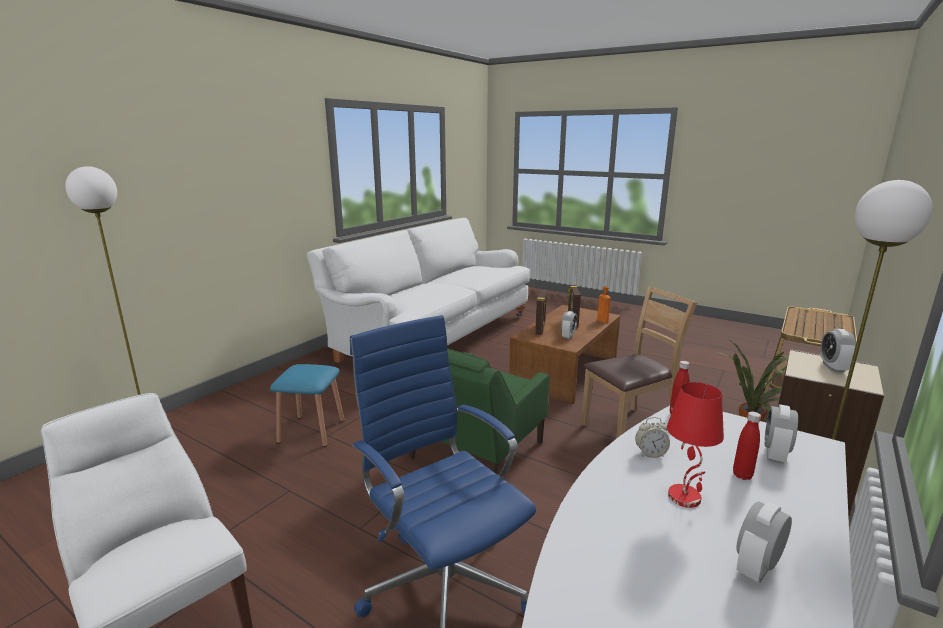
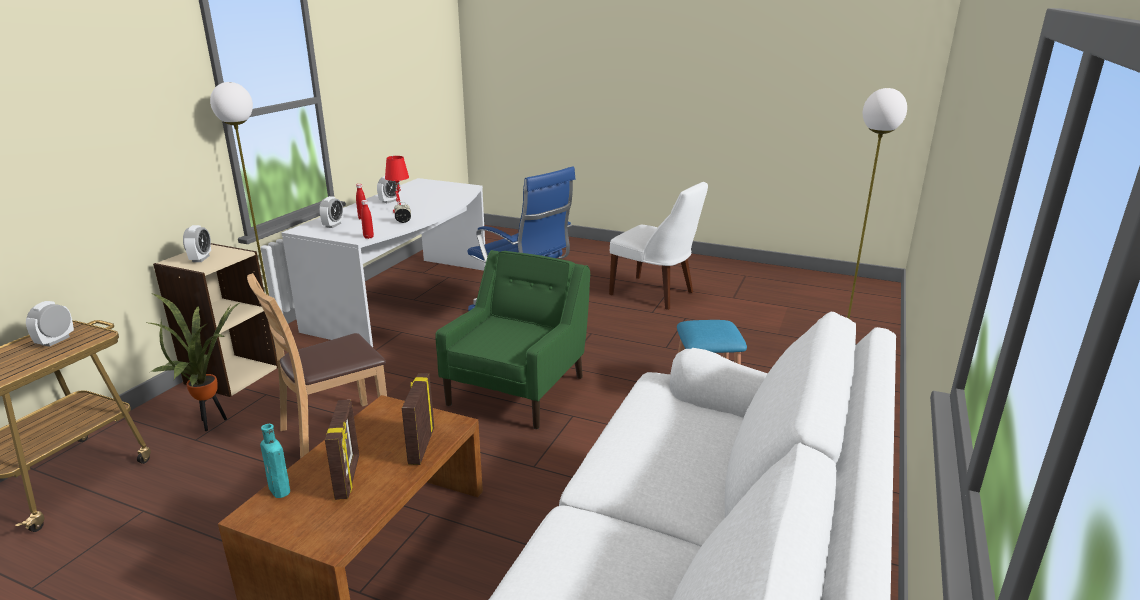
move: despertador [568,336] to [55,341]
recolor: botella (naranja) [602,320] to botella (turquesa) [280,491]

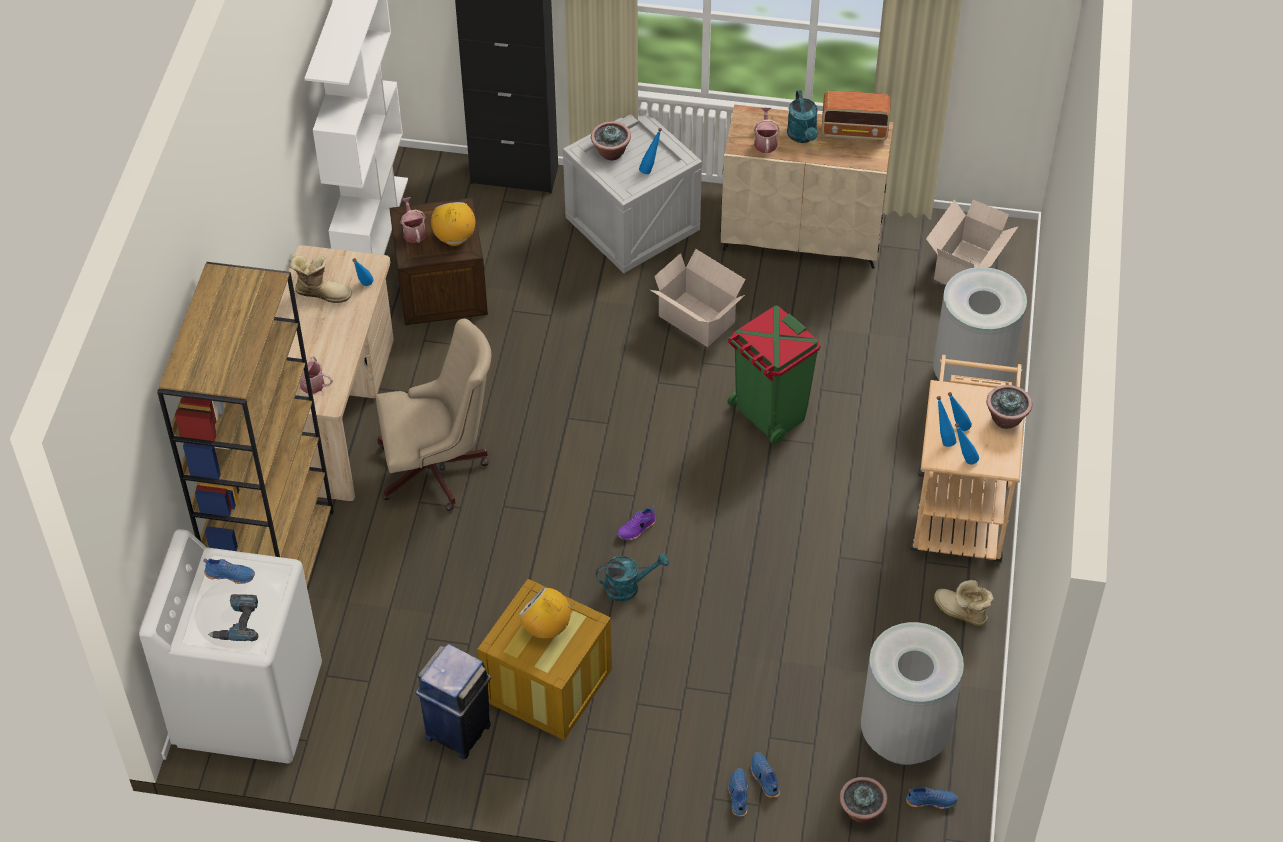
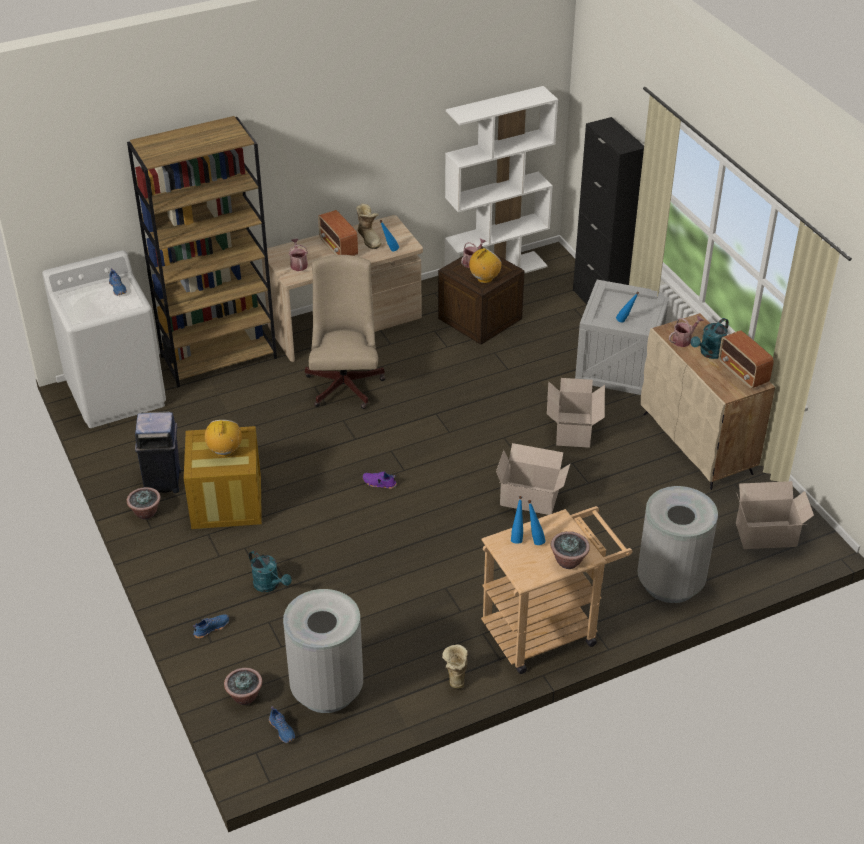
delete: taladro [237,622]; zapato (azul) [764,778]; botella (azul) [963,460]
insert: radio [338,248]
move: planta en maceta [611,153] to [146,513]; regadera (turquesa) [628,586] to [270,585]
replace: papelera (verde) [769,414] to caja de cartón [531,499]
rotate: silla de oficina (beis) [439,469] = [345,382] 135 degrees counterclockwise

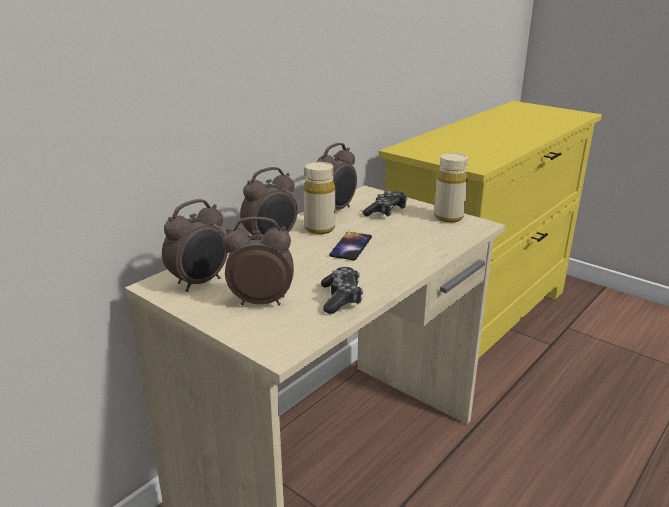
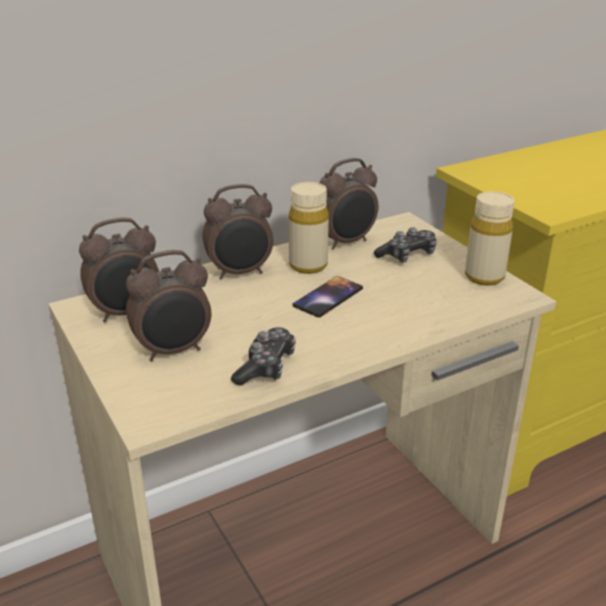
rotate: despertador [261,301] = [174,351] 135 degrees clockwise

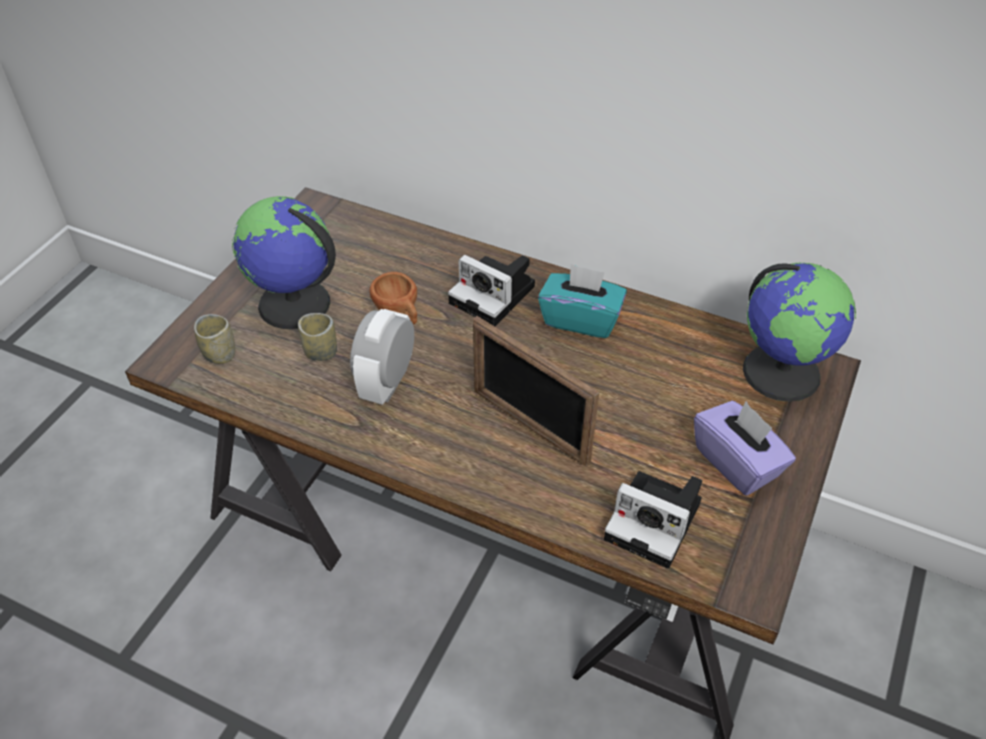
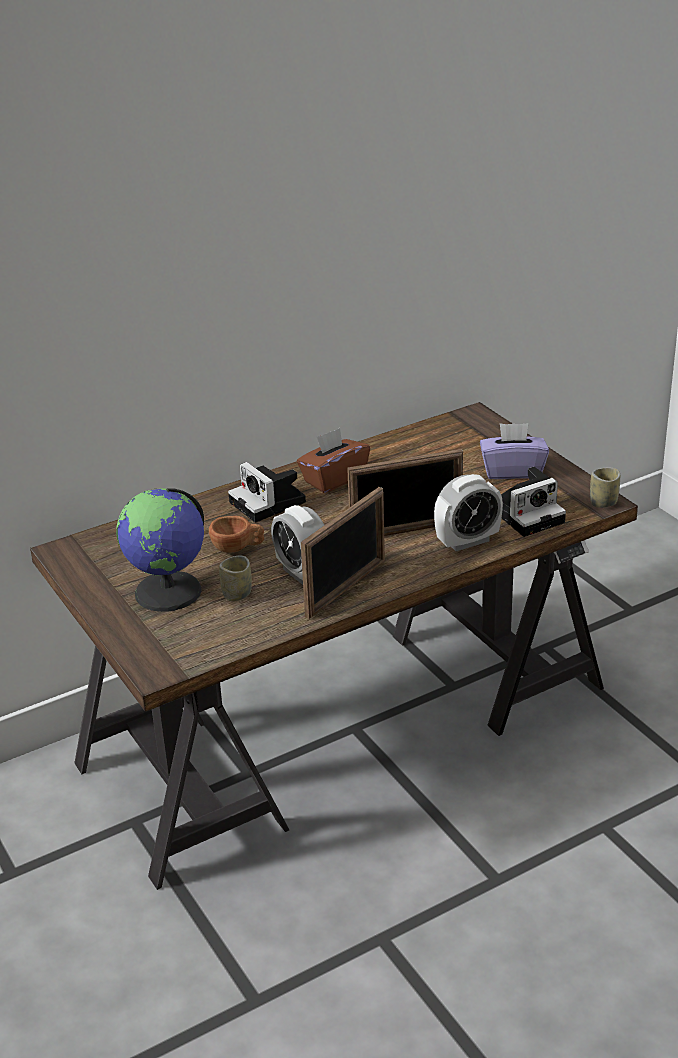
delete: globo terráqueo [782,371]
insert: portarretratos [346,588]; despertador [467,541]
move: taza [220,354] to [603,502]
recolor: caja de pañuelos (turquesa) [580,319] to caja de pañuelos (marrón) [333,479]
rotate: cámara [495,295] = [270,503] 75 degrees clockwise

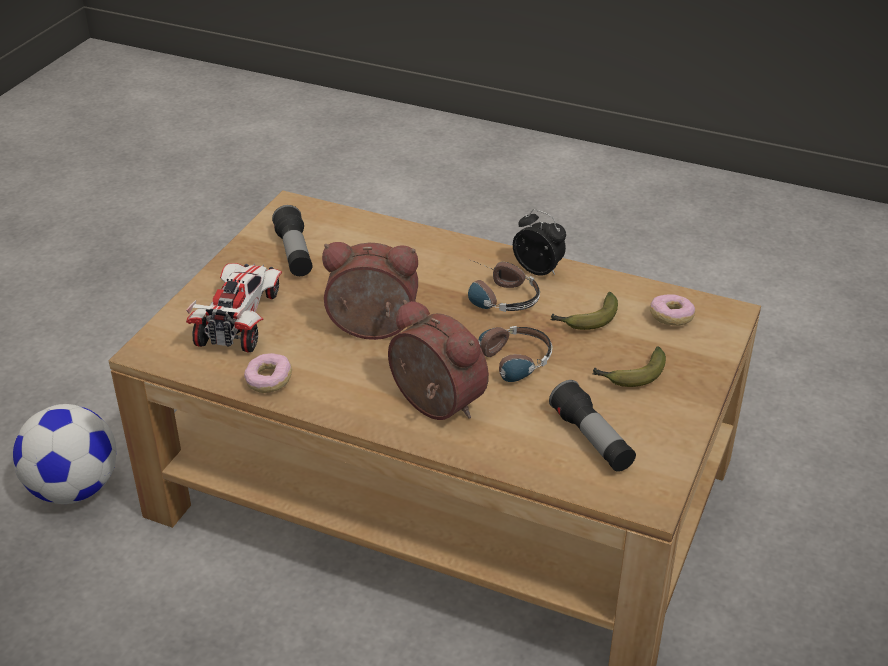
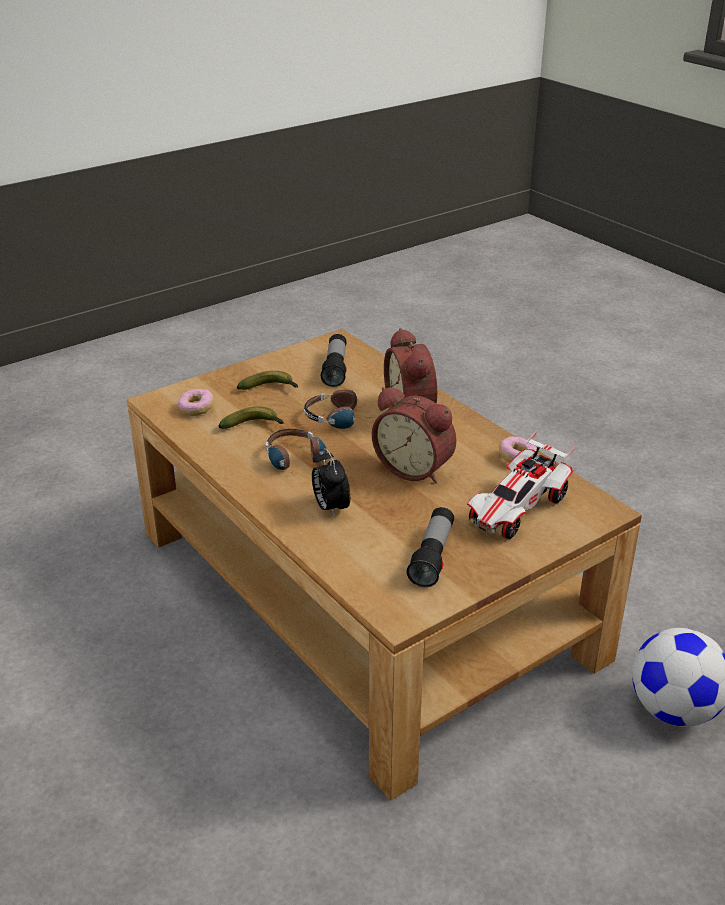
move: despertador [539,270] to [330,508]

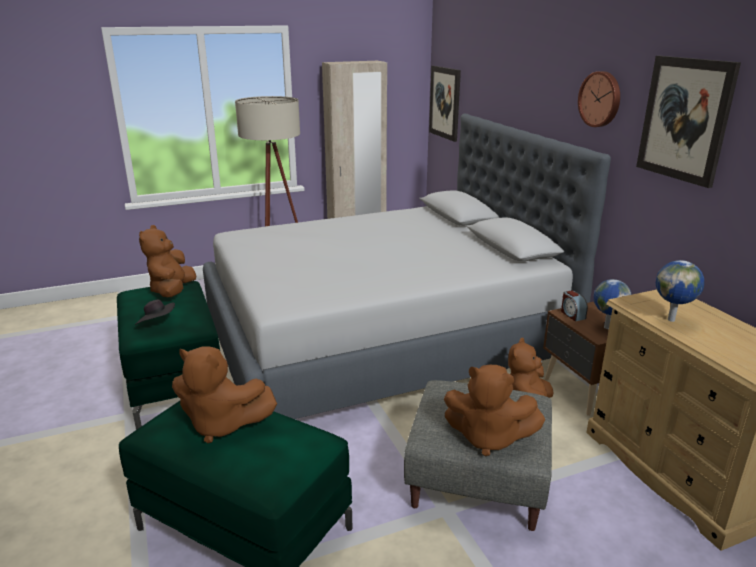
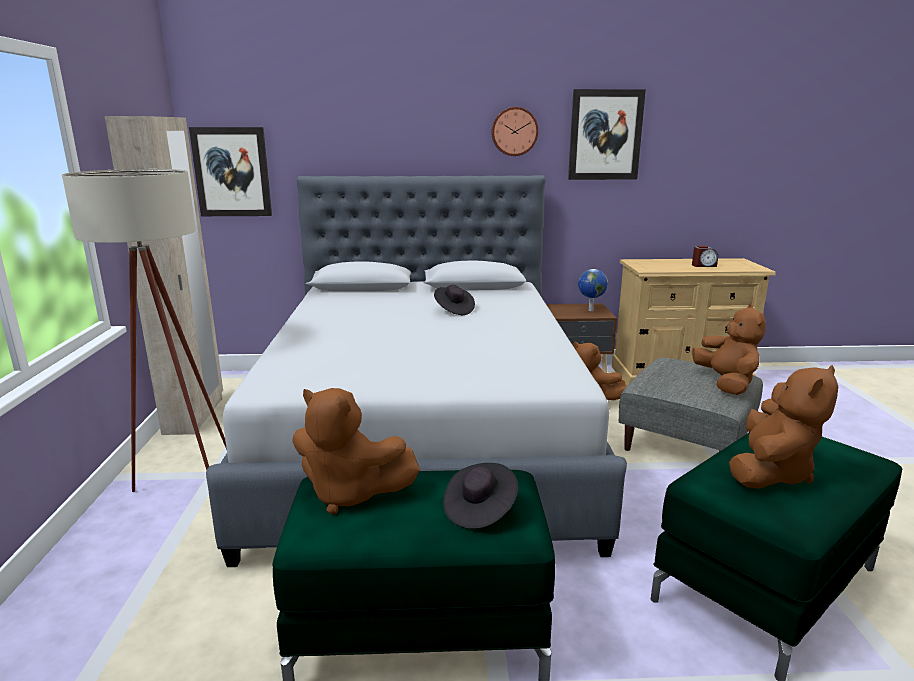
delete: globo terráqueo [672,319]
insert: sombrero (negro) [453,310]
move: despertador [572,315] to [703,265]
rotate: peluche (marrón) [488,438] = [726,383] 45 degrees counterclockwise

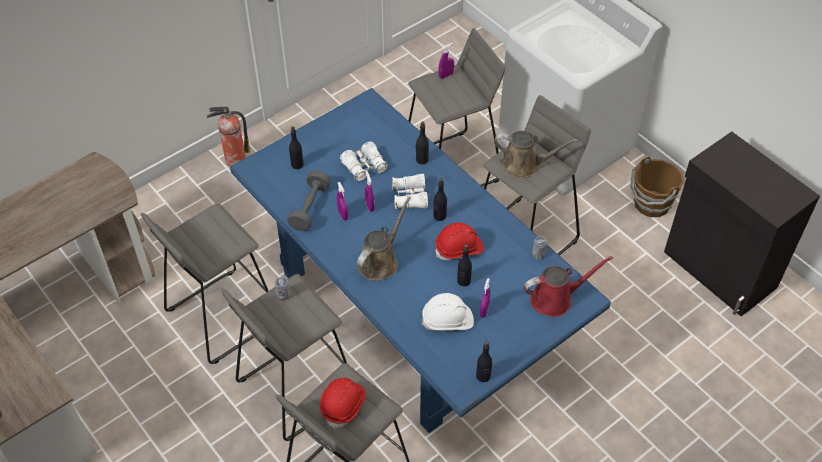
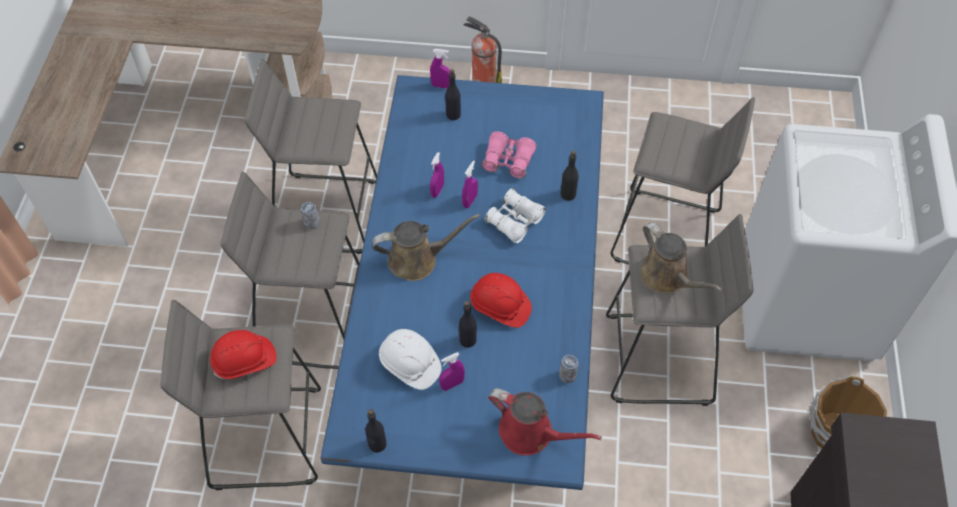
delete: mancuerna (gris) [310,208]; botella (negro) [439,216]
move: pulverizador (morado) [446,75] to [441,86]
recolor: prismáticos (blanco) [364,166] to prismáticos (rosa) [508,160]

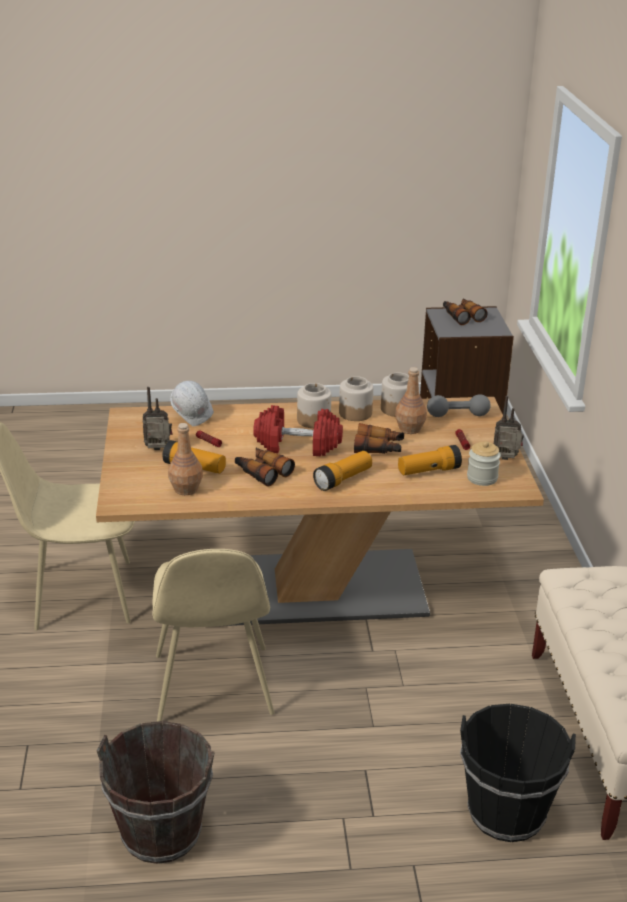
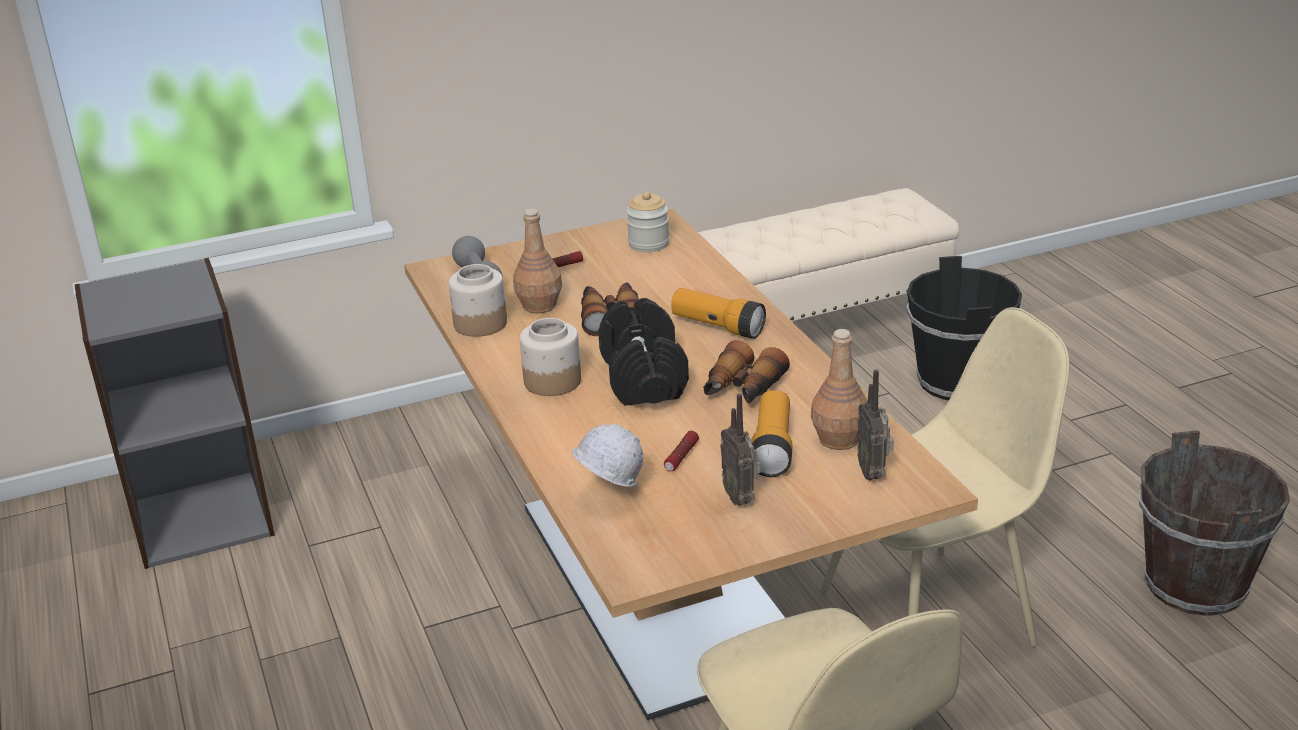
delete: tarro [355,413]; linterna [428,471]; prismáticos [462,316]
move: radio [506,460] to [873,473]
recolor: mancuerna (rojo) [297,446] to mancuerna (negro) [644,378]

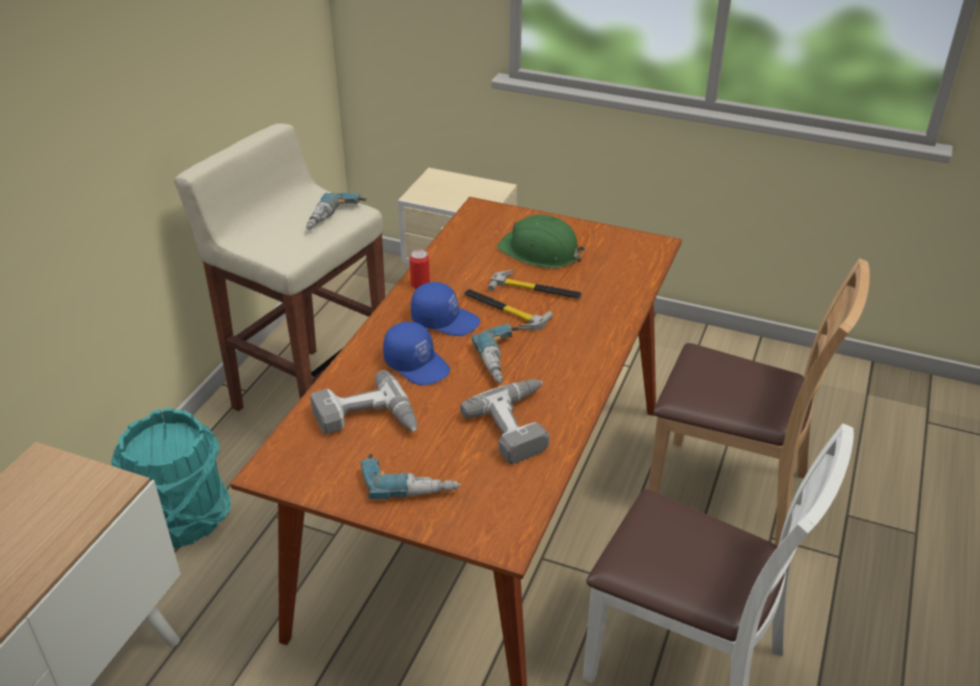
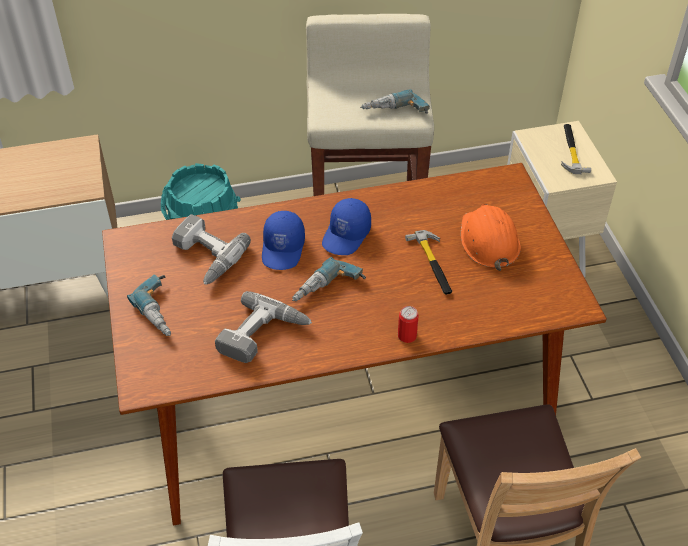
move: lata [420,284] to [407,336]; martillo [504,311] to [571,150]
recolor: casco (verde) [540,251] to casco (naranja) [488,241]
rotate: gorra (azul) [445,320] = [347,235] 45 degrees clockwise

